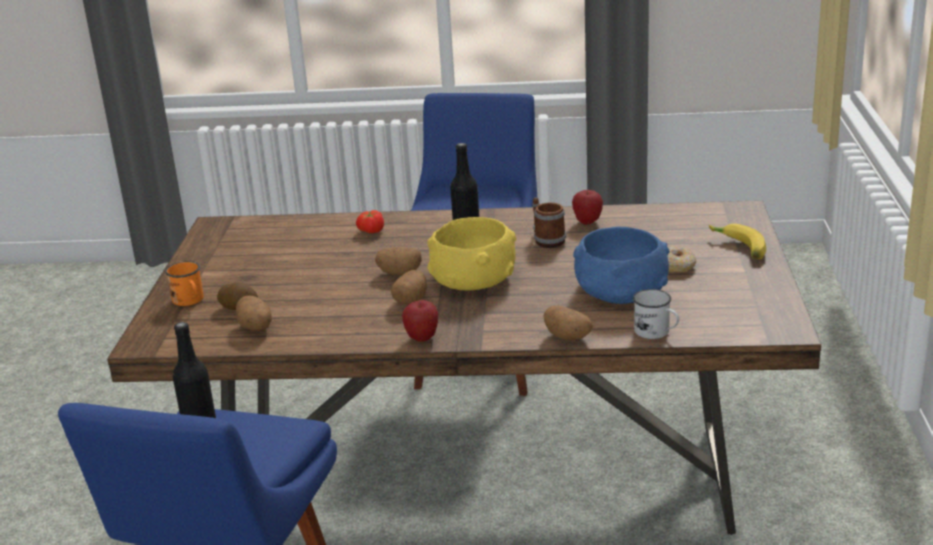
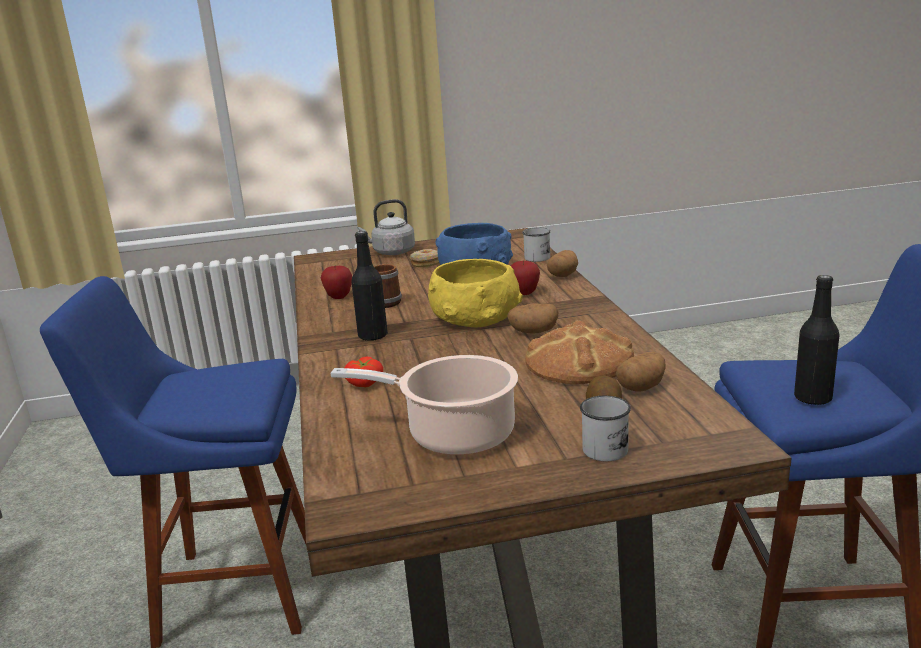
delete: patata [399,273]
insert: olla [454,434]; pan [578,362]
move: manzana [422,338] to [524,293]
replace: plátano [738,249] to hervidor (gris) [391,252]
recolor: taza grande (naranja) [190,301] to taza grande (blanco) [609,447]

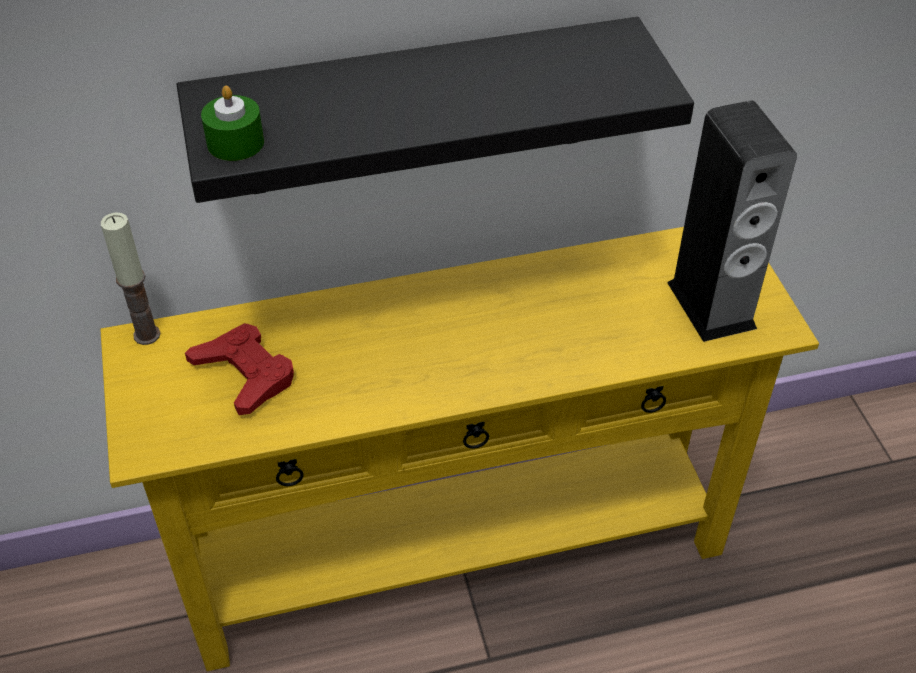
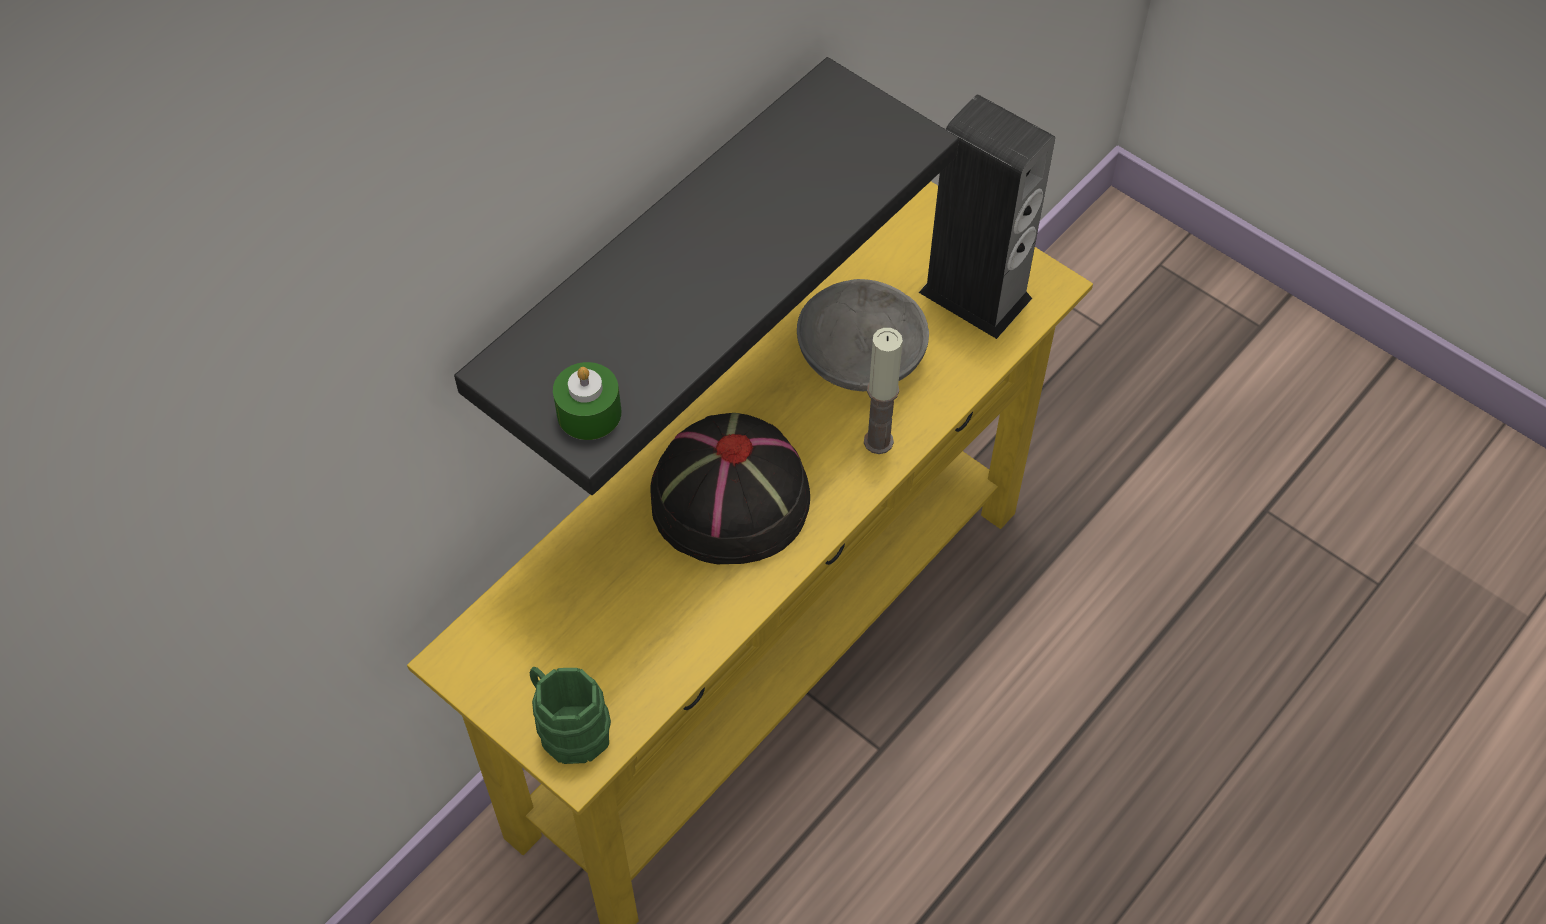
delete: mando de consola (rojo) [245,374]
insert: taza grande (verde) [568,726]; sombrero (negro) [729,498]; cuenco (gris) [859,357]
move: vela [147,335] to [878,441]

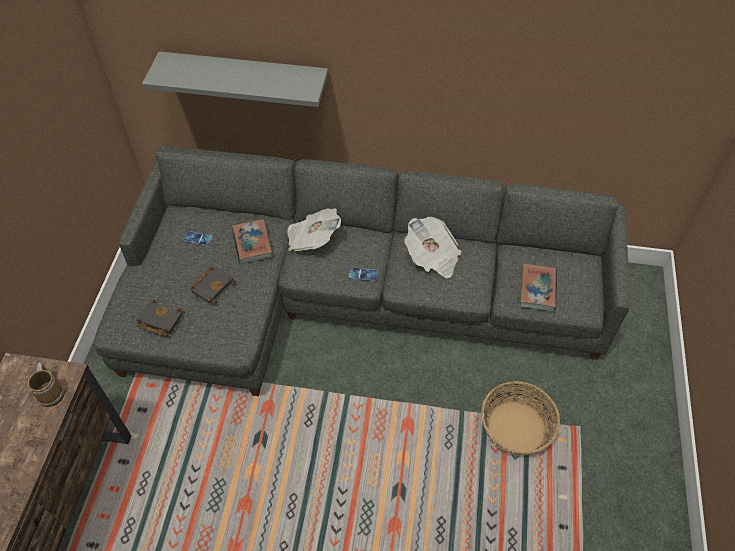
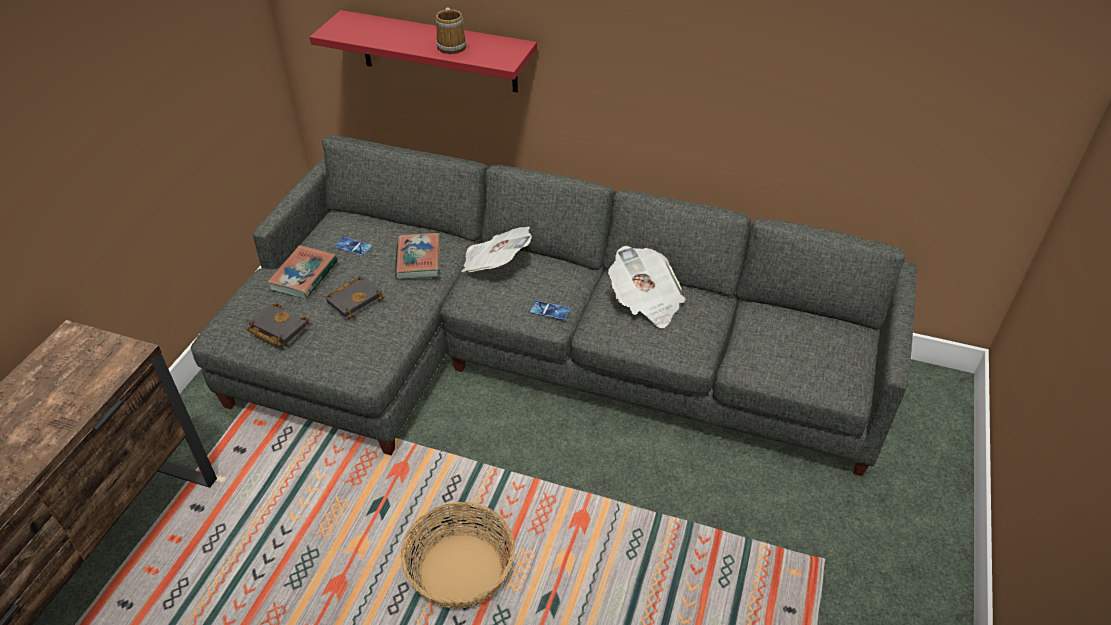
move: libro [537,289] to [304,276]; cesta [516,428] to [461,571]; taza grande [51,392] to [452,46]
recolor: estante (gris) [245,78] to estante (rojo) [438,52]

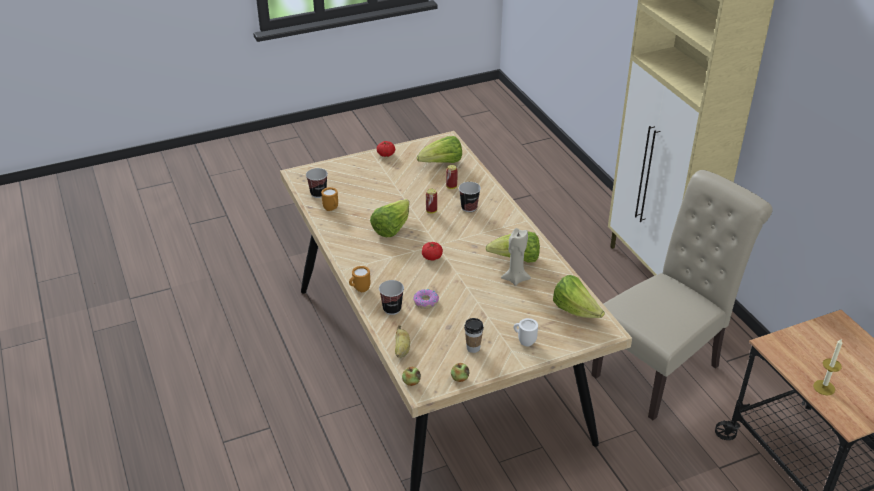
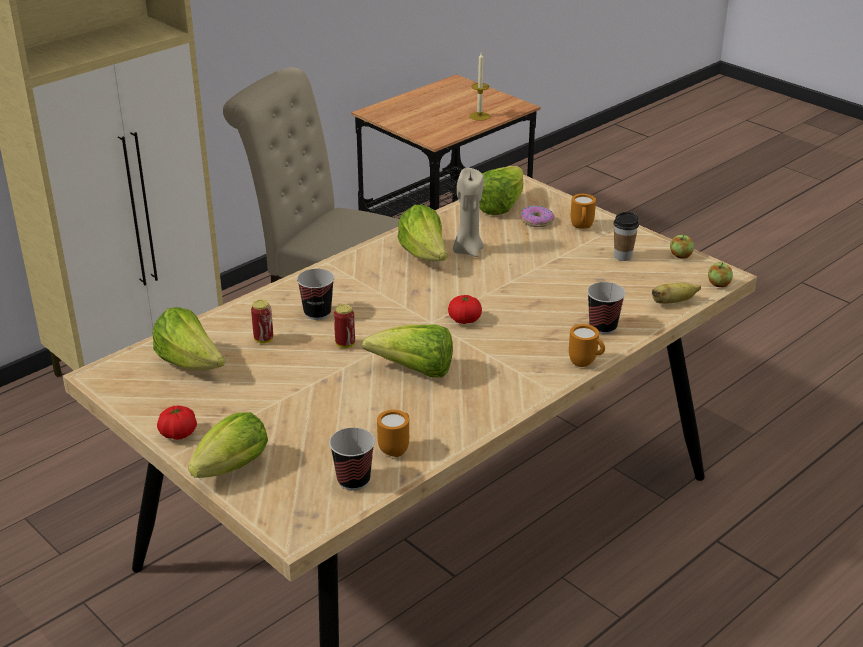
insert: lechuga [228,470]
move: rosquilla [426,302] to [537,221]
recolor: taza grande (blanco) [524,341] to taza grande (naranja) [581,228]

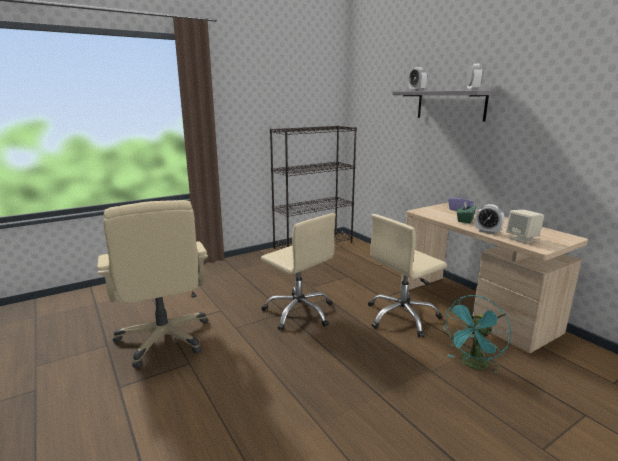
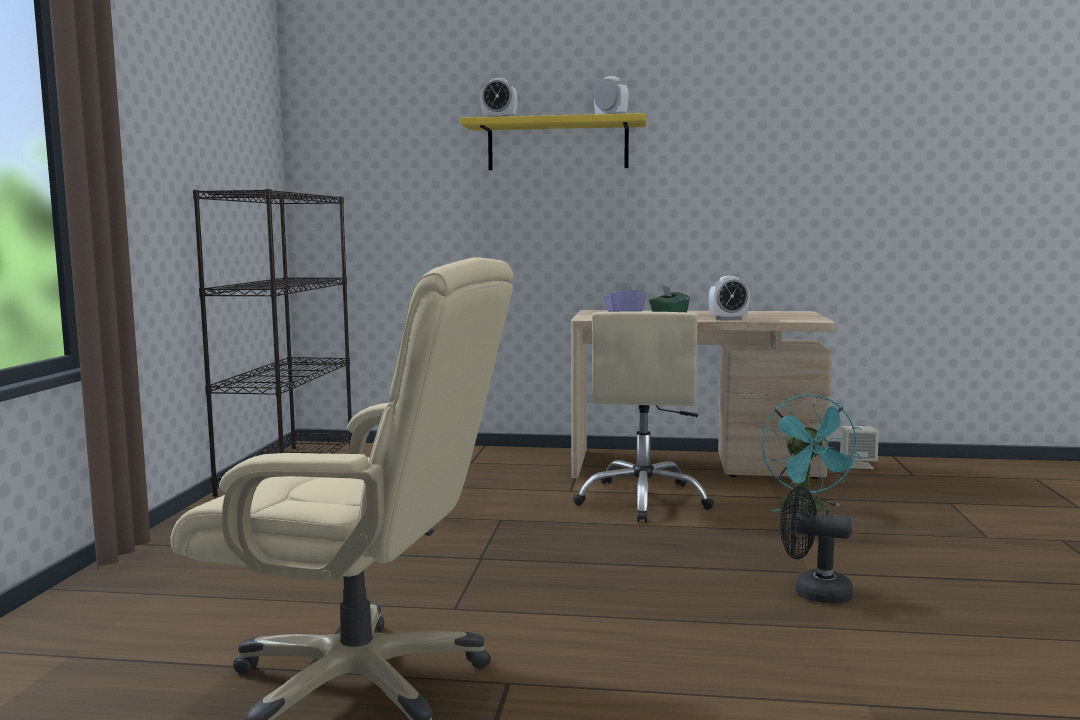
delete: silla de oficina (beis) [299,312]
insert: ventilador (negro) [813,592]
move: altavoz (beis) [522,239] to [857,465]
recolor: estante (gris) [450,105] to estante (amarillo) [557,145]

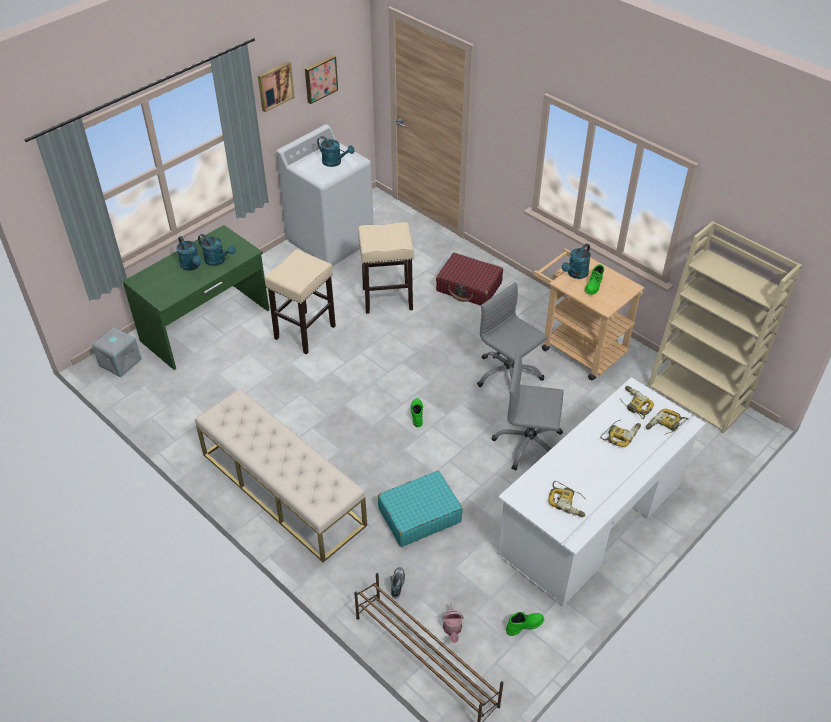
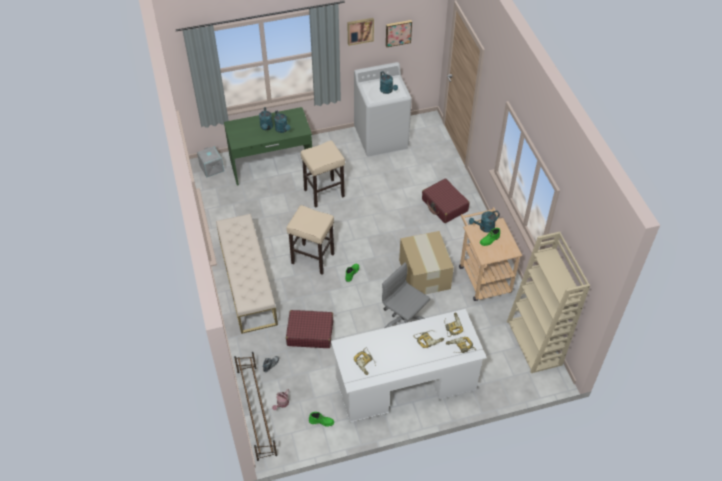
move: taburete (beis) [386,299] to [312,258]
replace: silla de oficina (gris) [508,375] to caja de cartón [424,273]
recolor: maleta (turquesa) [419,515] to maleta (rojo) [310,333]

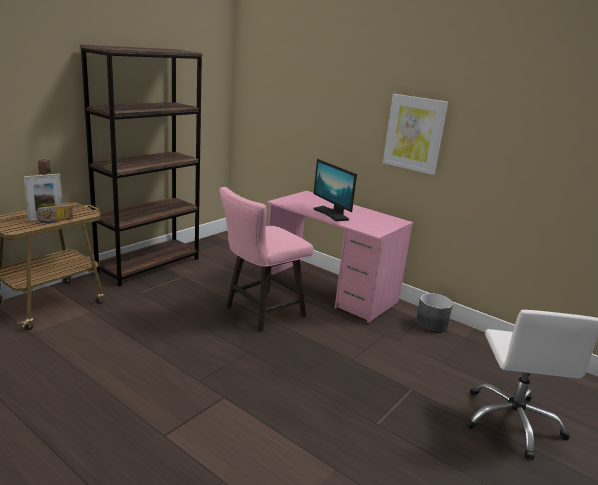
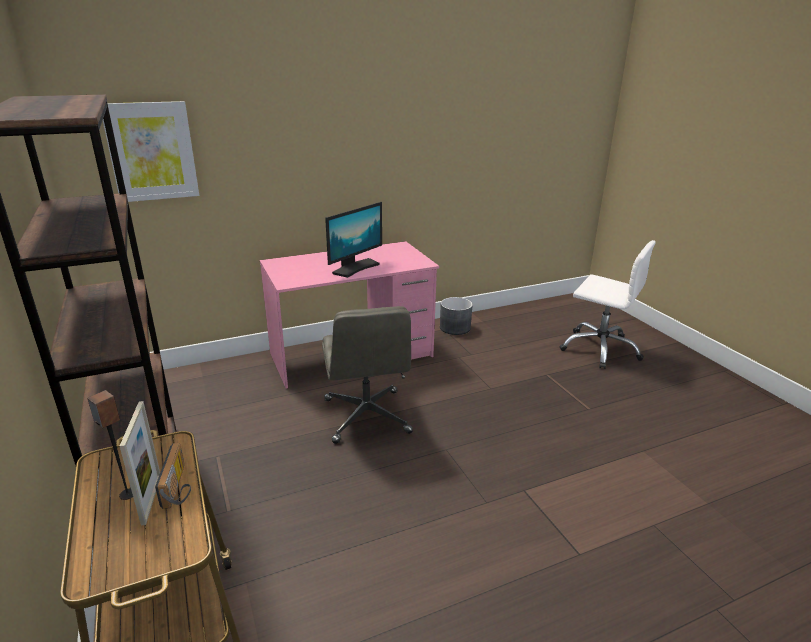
move: cuadro [414,133] to [152,151]
replace: taburete (rosa) [260,312] to silla de oficina (gris) [367,417]
rotate: monitor [331,214] = [355,268] 45 degrees counterclockwise

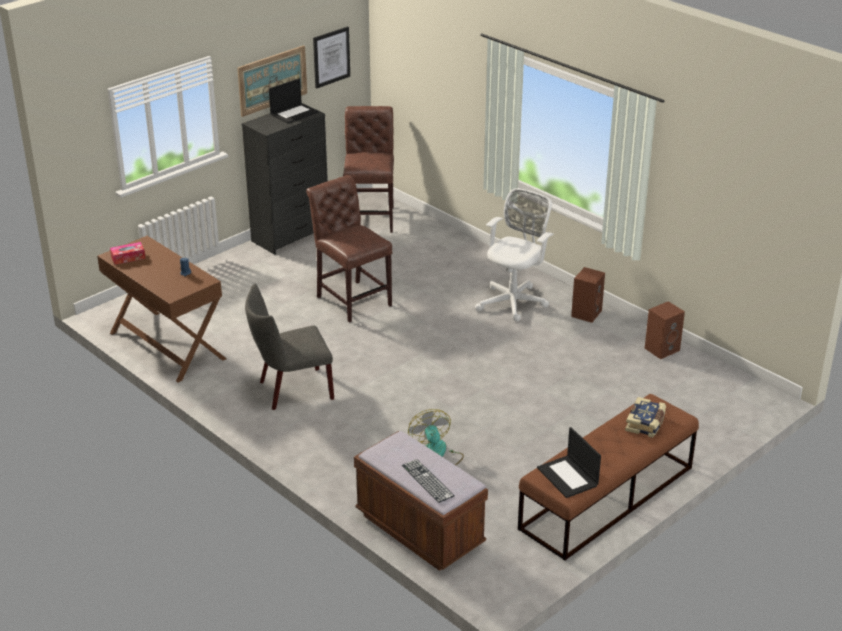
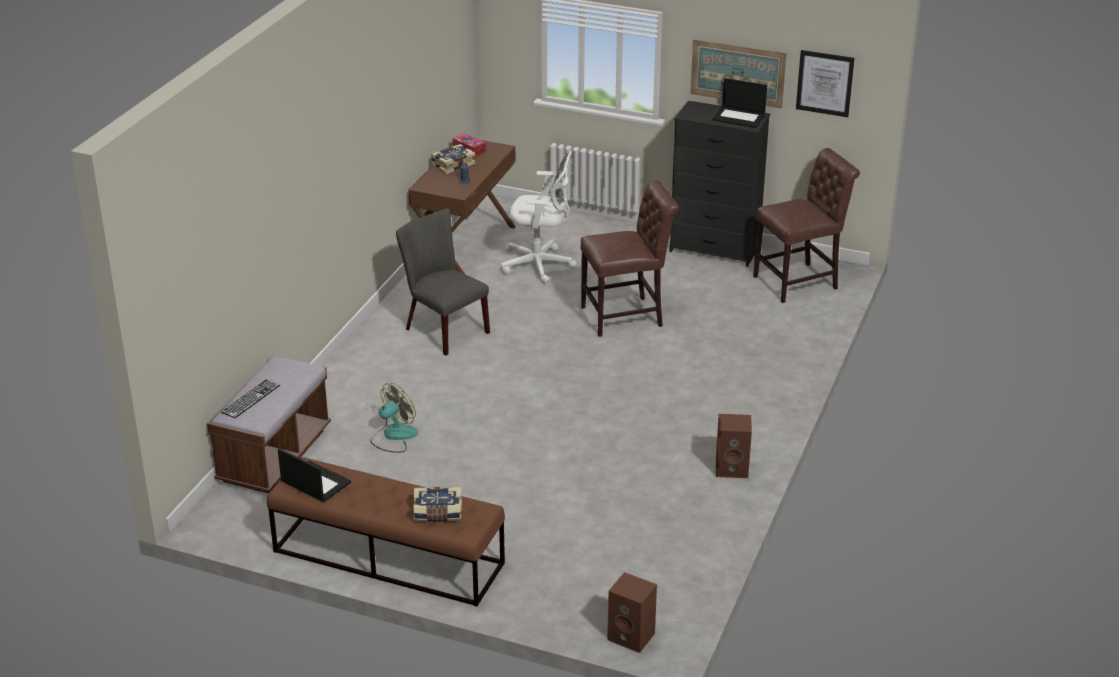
insert: libro [452,165]
move: silla de oficina (blanco) [514,301] to [540,265]; altavoz (marrón) [662,349] to [632,636]
rotate: portátil [568,477] = [314,482] 90 degrees clockwise; silla (marrón) [351,299] = [626,316] 45 degrees clockwise

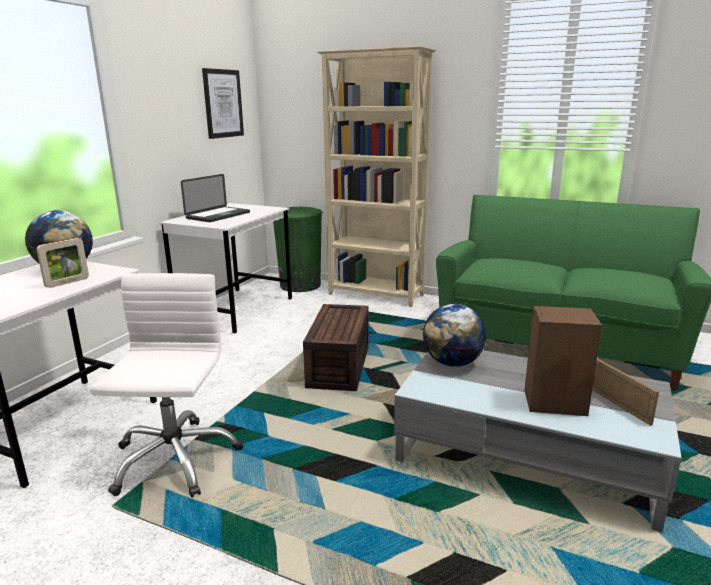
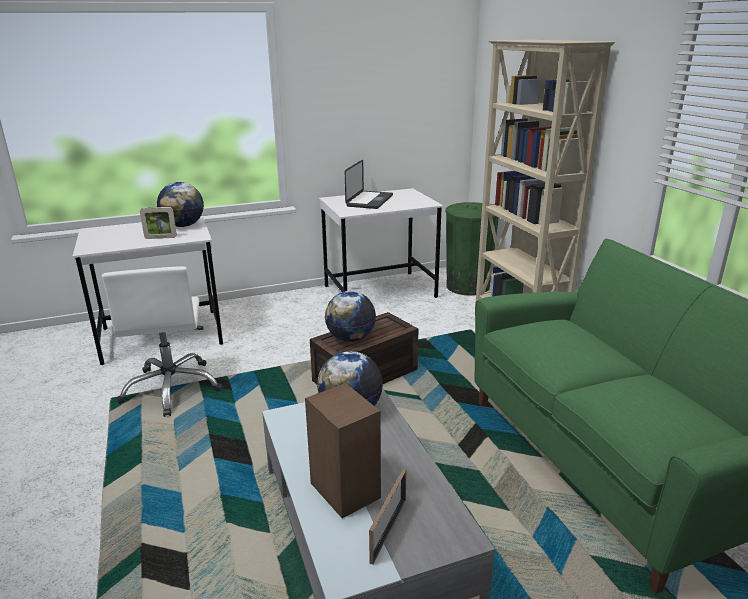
delete: cuadro [223,103]
insert: globo terráqueo [350,338]
rotate: silla de oficina (blanco) [174,459] = [172,388] 120 degrees clockwise; portátil [218,215] = [369,201] 60 degrees counterclockwise

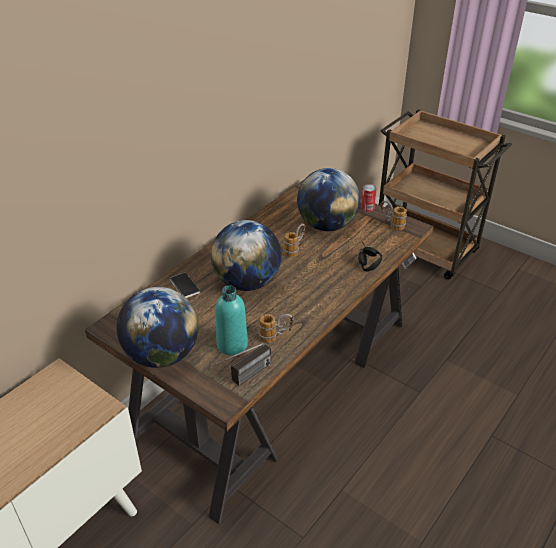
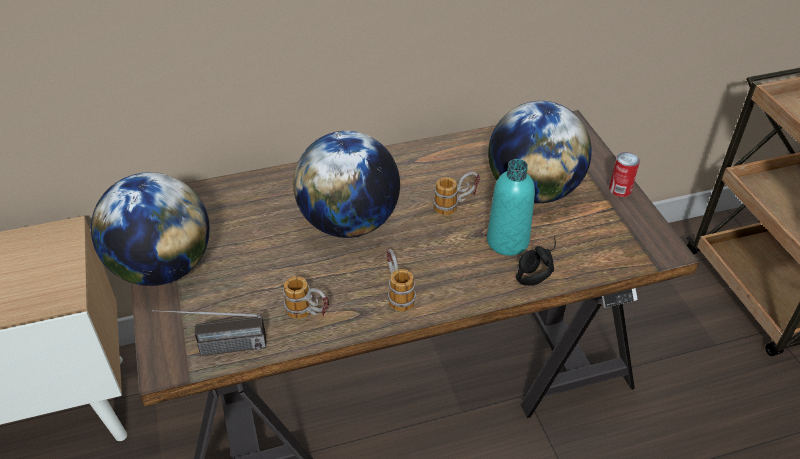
delete: móvil [184,286]
move: taza grande [391,224] to [397,293]; botella (turquesa) [232,344] to [507,241]

